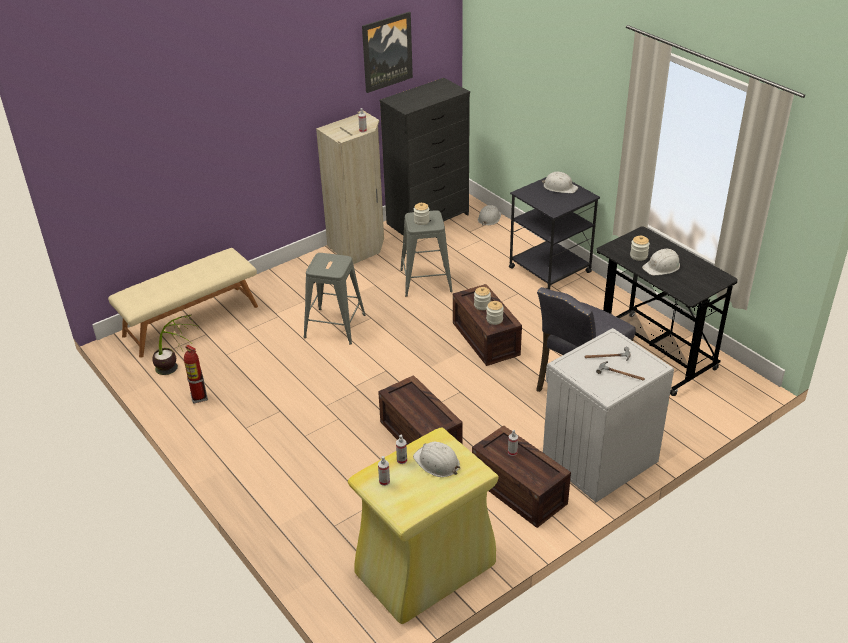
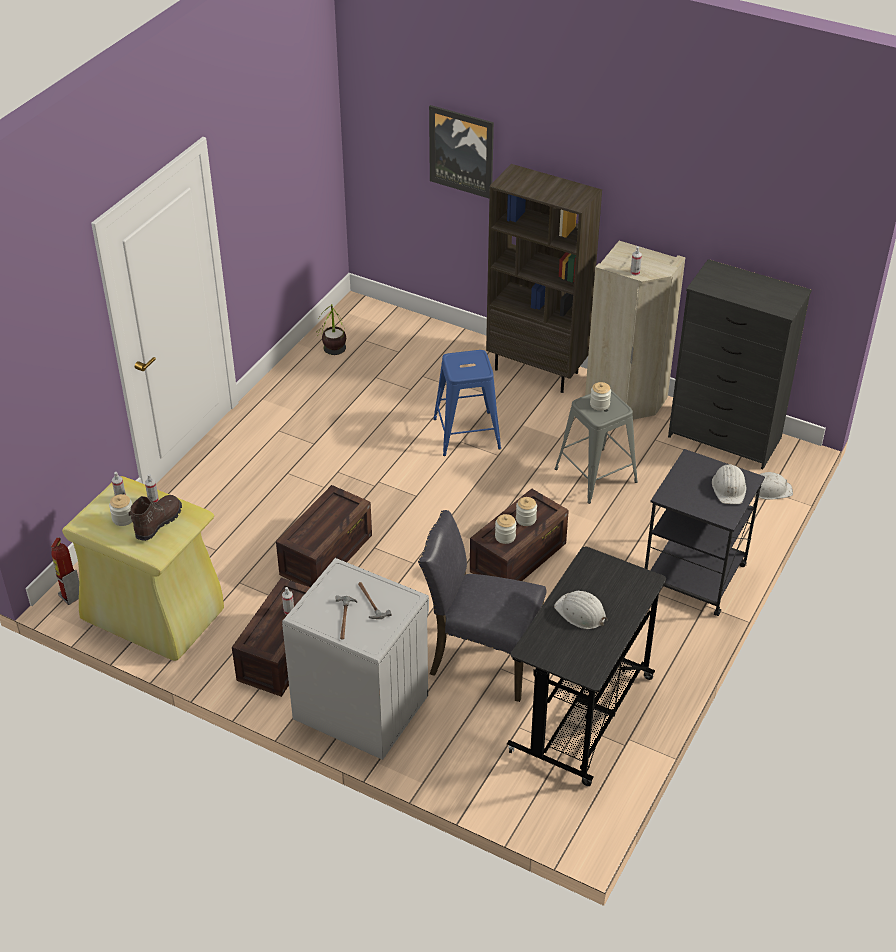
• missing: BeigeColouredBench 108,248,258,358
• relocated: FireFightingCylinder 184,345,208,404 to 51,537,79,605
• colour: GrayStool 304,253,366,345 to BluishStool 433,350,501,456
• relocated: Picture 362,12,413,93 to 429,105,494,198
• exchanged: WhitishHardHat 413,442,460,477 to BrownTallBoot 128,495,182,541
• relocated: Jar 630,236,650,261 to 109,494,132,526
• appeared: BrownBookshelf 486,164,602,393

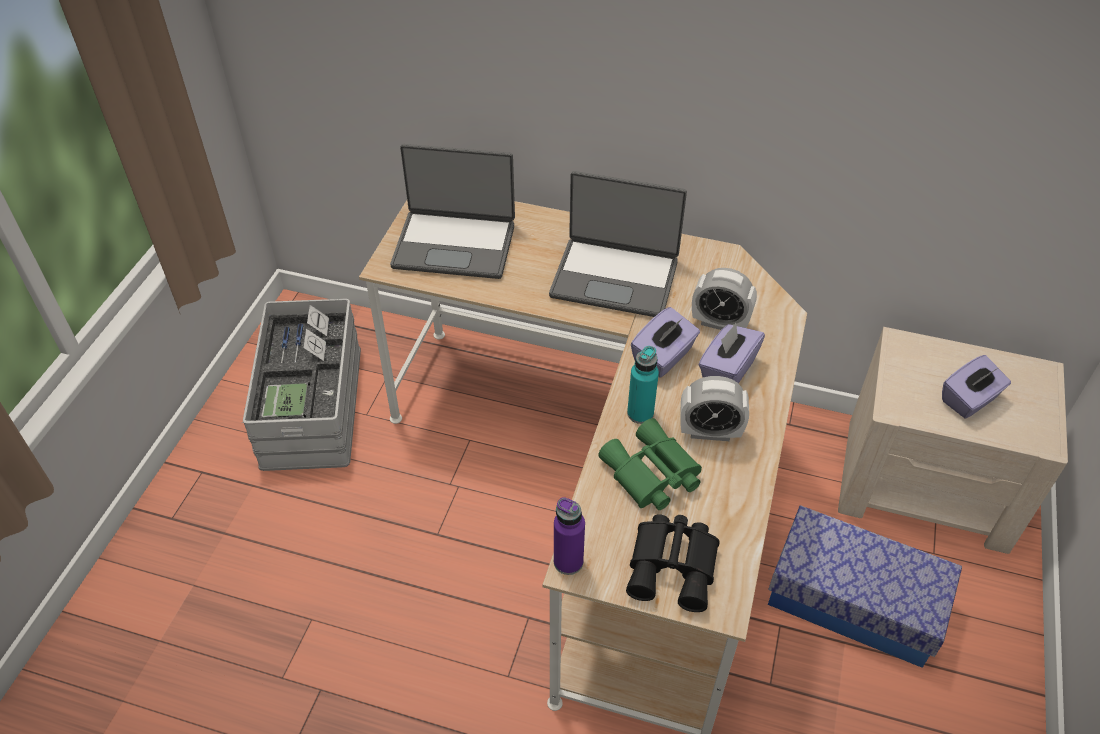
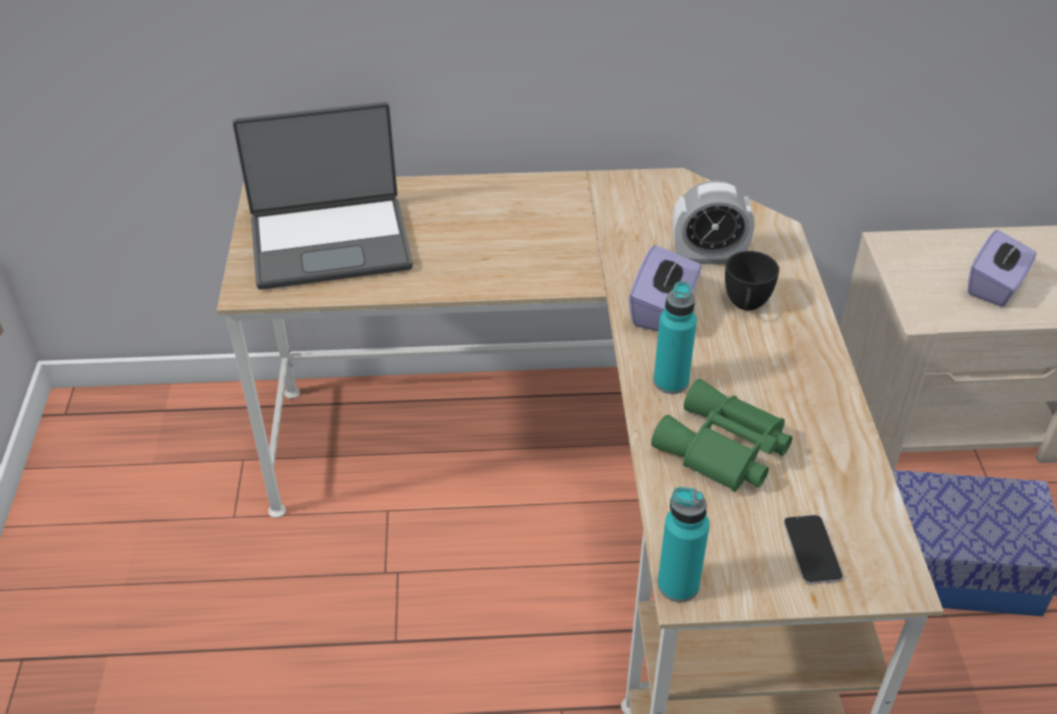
• missing: GrayStorageBox 242,299,361,471
• missing: NotebookComputer 549,171,687,317
• colour: PurplishBottle 554,497,585,575 to TurquoiseBottle 658,487,710,602
• exchanged: BlackBinoculars 626,514,720,612 to Telephone 783,515,843,584
• missing: AlarmClock 680,376,749,441
• exchanged: PurplishTissueBox 699,323,765,383 to BlackSmallCup 725,251,779,310

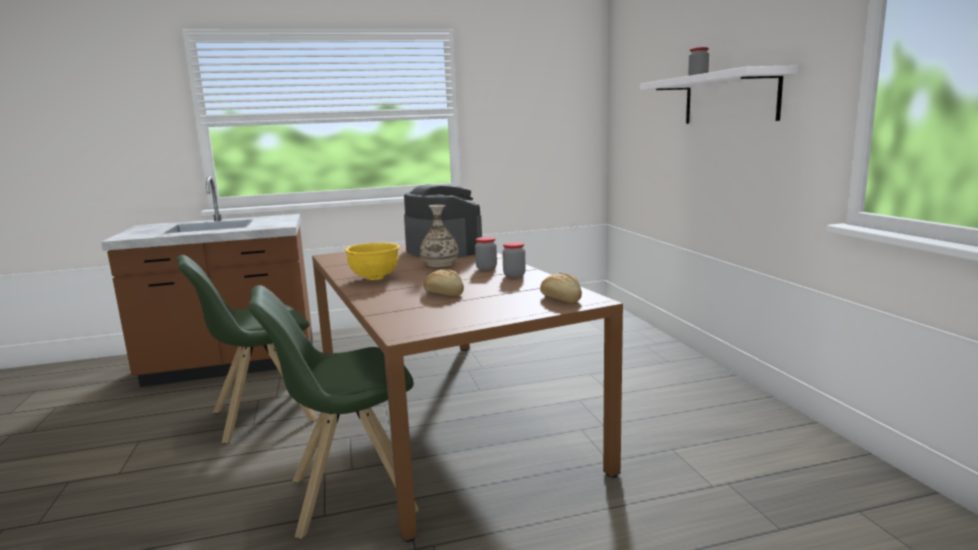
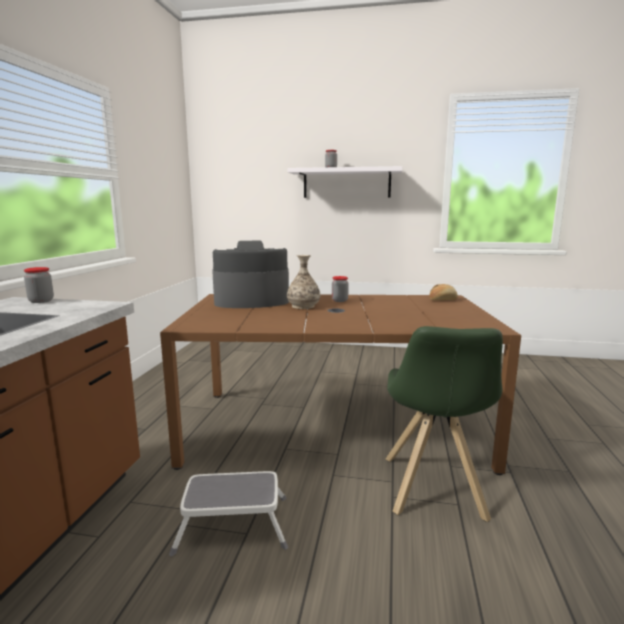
• exchanged: GreenColouredChair 177,255,318,444 to GrayStepLadder 169,471,288,557
• missing: YellowColouredDeepDish 345,243,400,280
• missing: BakeryBread 423,269,464,296
• relocated: Jar 502,242,526,278 to 24,267,54,303

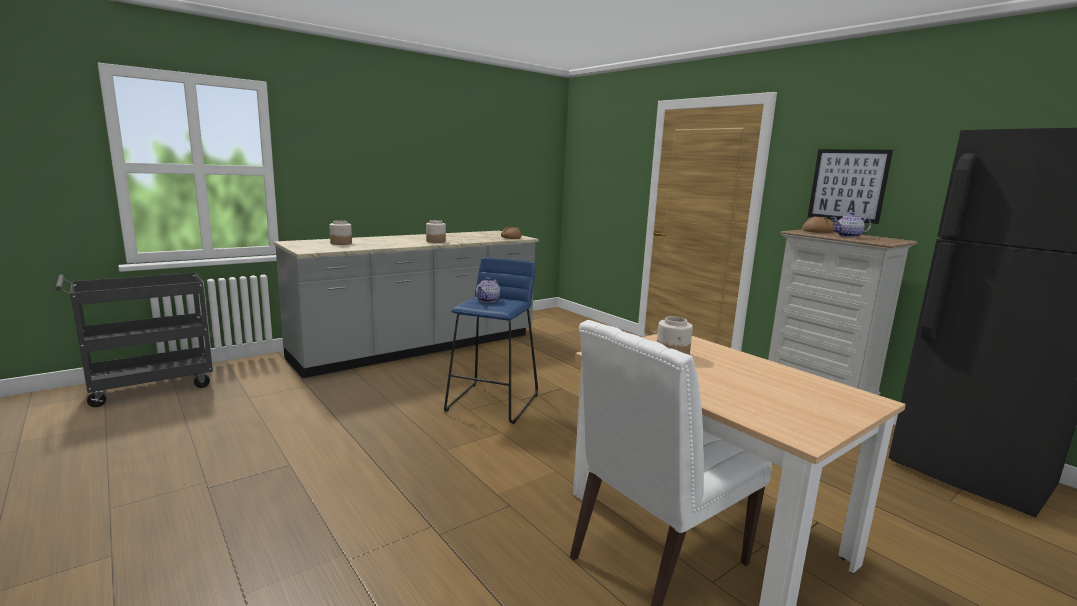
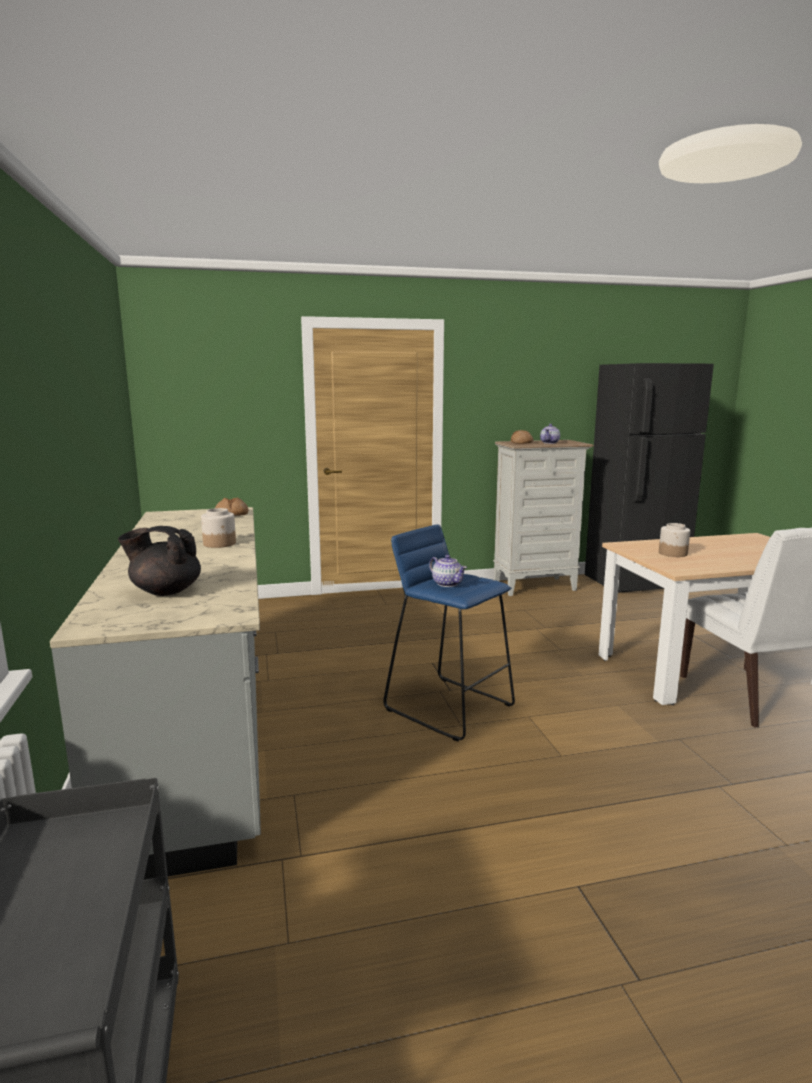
• exchanged: Jar 329,220,352,245 to BlackTeapot 118,526,201,596
• missing: Picture 808,149,893,224

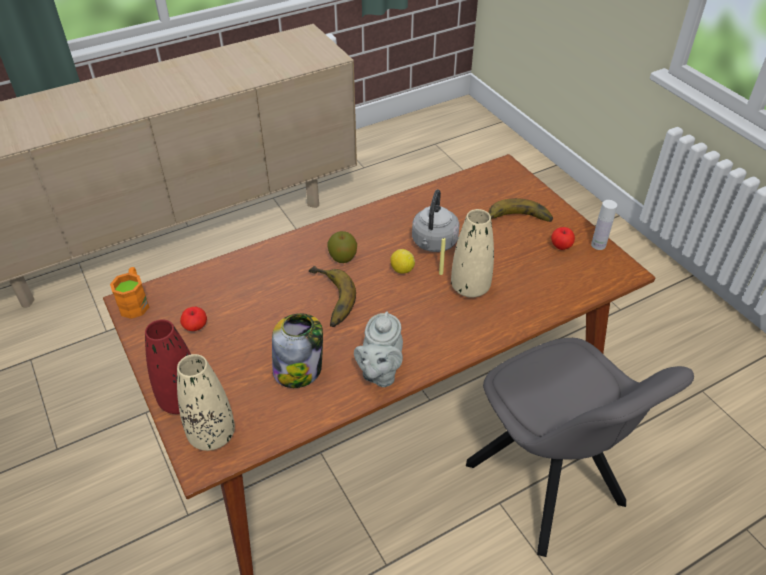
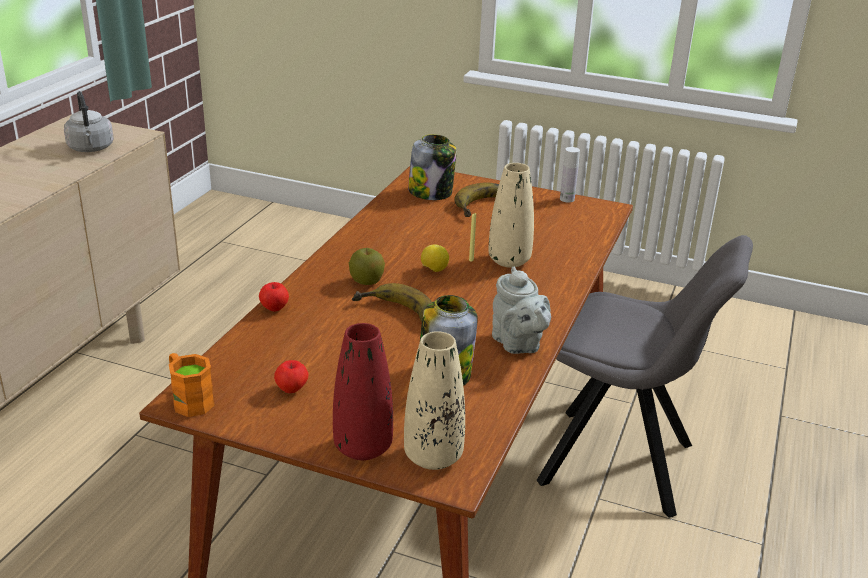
• relocated: GrayWaterKettle 412,189,459,252 to 64,91,113,152
• relocated: Apple 551,227,575,250 to 259,282,289,311
• appeared: Jar 408,134,457,200

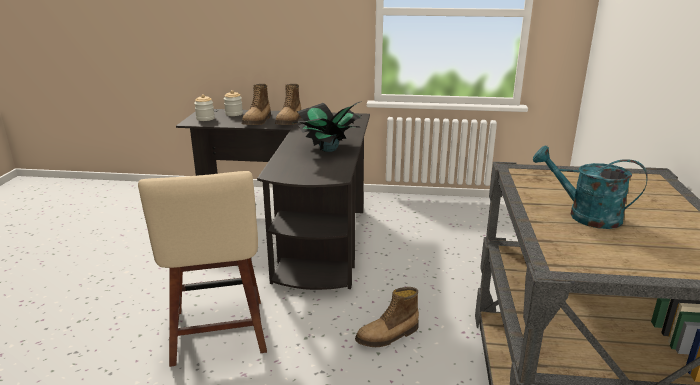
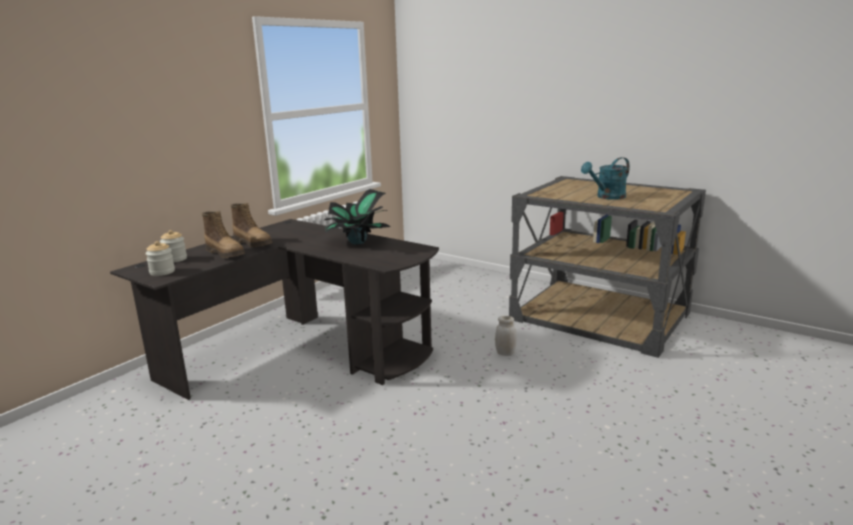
• missing: BeigeColouredStool 138,171,267,367
• exchanged: TallBoot 355,287,419,347 to WhitishJar 495,316,517,356

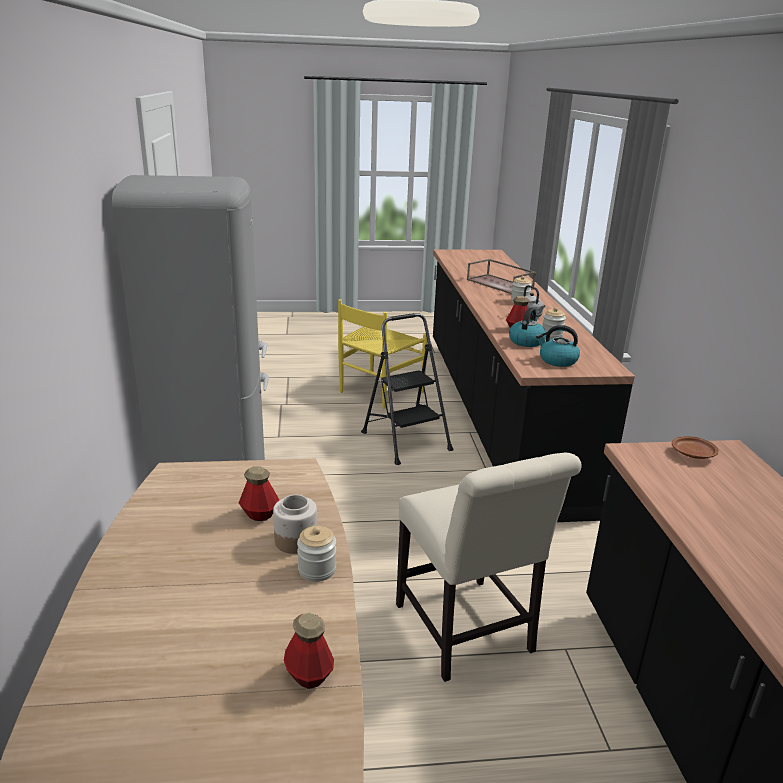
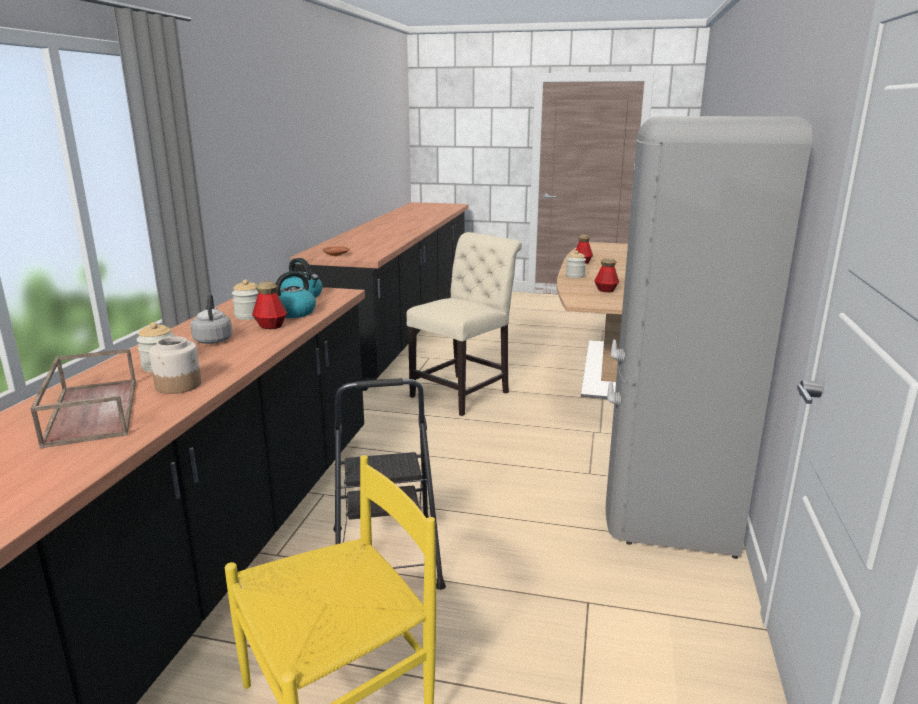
• relocated: Jar 273,495,317,554 to 149,337,201,394
• spun: BeigeColouredChair 396,453,582,682 = 407,232,522,416 45 degrees clockwise

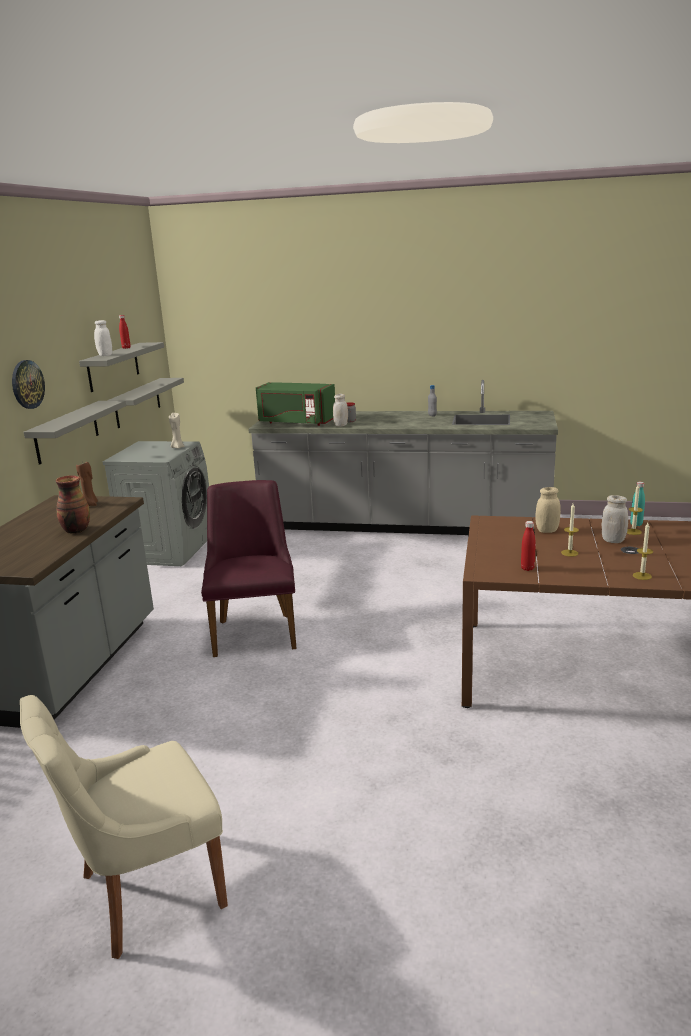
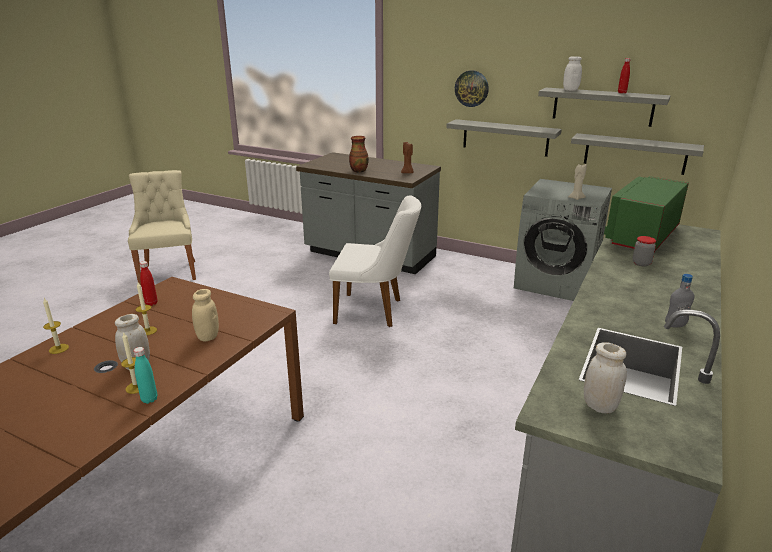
• colour: PurplishChair 201,480,297,657 to WhitishChair 329,195,421,327
• relocated: WhitishJar 333,394,348,427 to 584,342,627,414

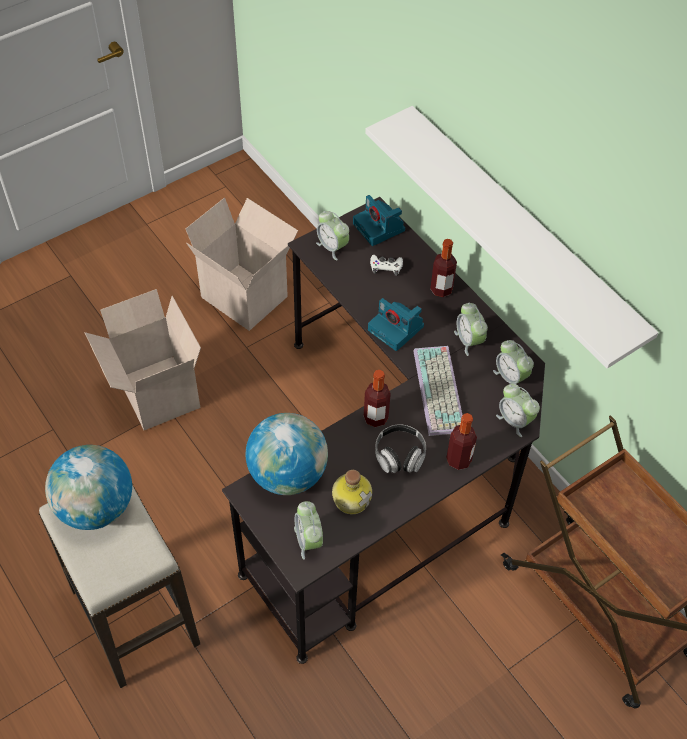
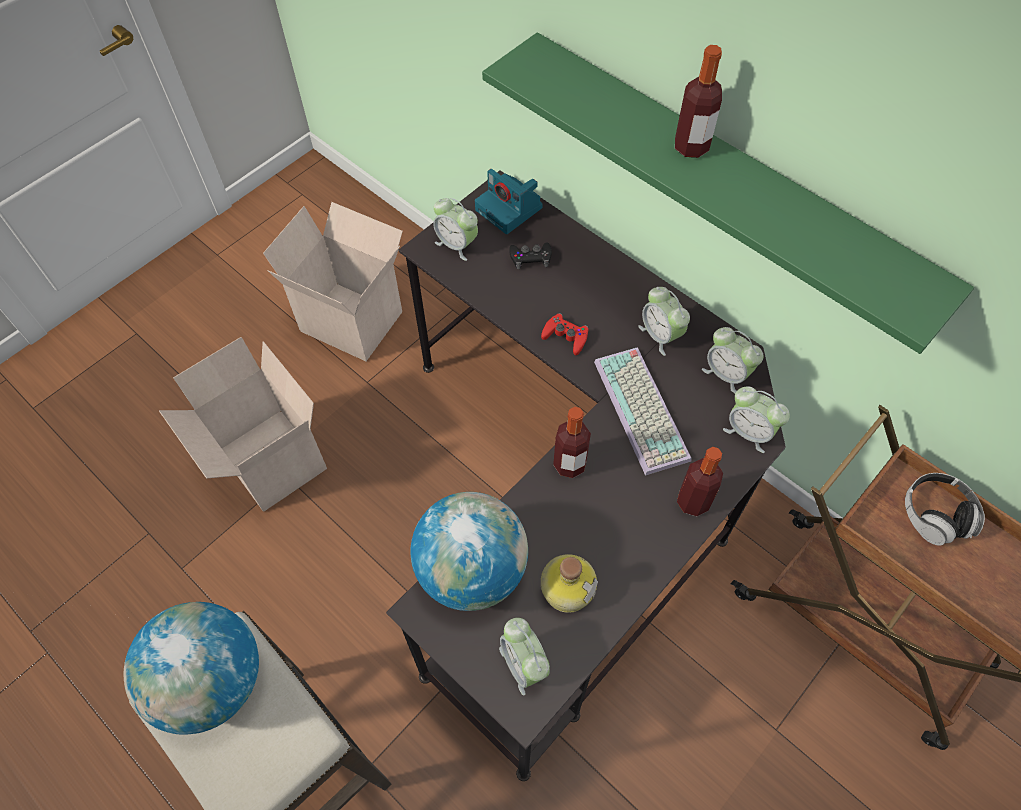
• colour: WhitishShelf 365,106,658,369 to GreenColouredShelf 482,32,974,354
• exchanged: PhotoCamera 368,298,424,351 to ReddishJoypad 541,313,588,355
• colour: WhitishJoypad 370,255,403,276 to BlackJoypad 509,242,552,269
• relocated: Headphones 375,424,426,473 to 905,473,985,546
• relocated: Bottle 430,239,457,297 to 675,45,722,158

